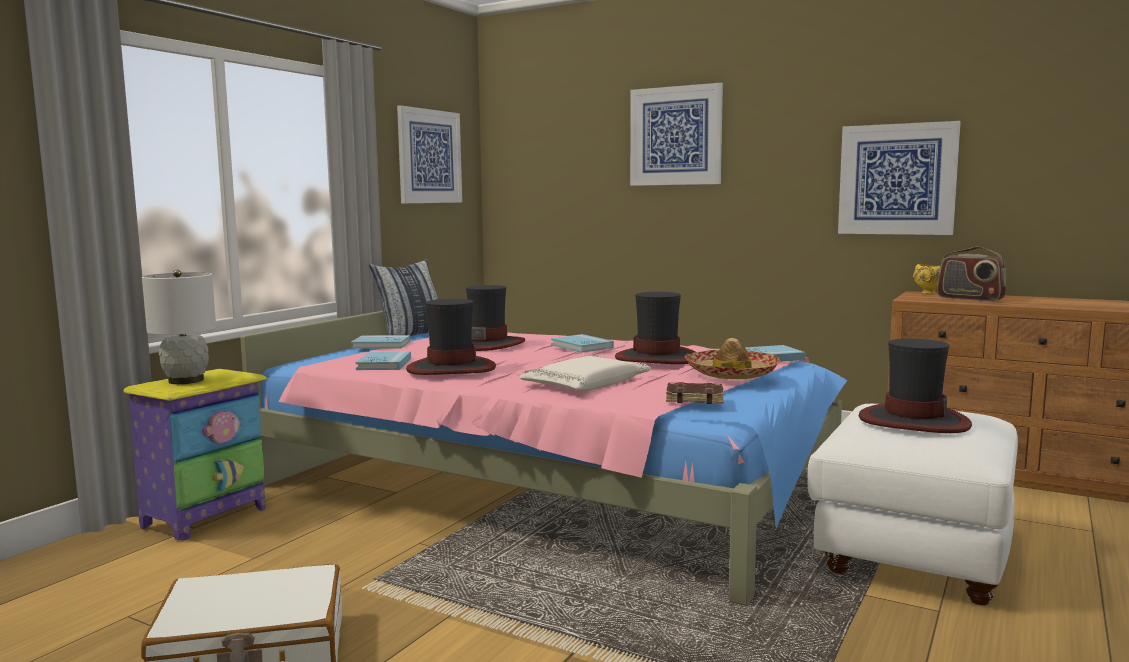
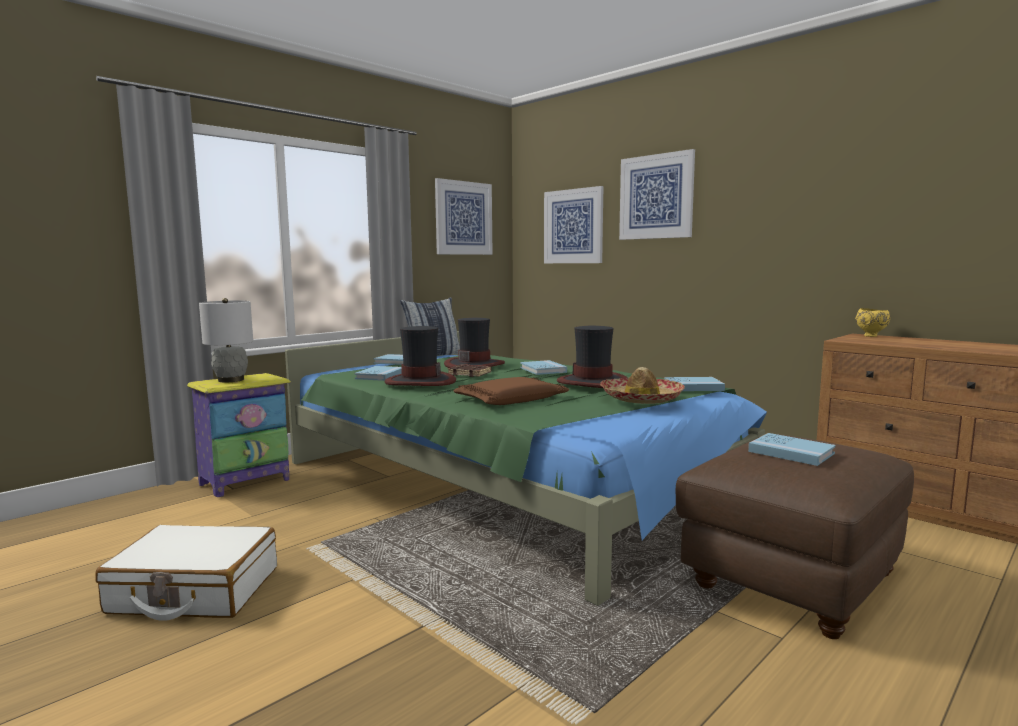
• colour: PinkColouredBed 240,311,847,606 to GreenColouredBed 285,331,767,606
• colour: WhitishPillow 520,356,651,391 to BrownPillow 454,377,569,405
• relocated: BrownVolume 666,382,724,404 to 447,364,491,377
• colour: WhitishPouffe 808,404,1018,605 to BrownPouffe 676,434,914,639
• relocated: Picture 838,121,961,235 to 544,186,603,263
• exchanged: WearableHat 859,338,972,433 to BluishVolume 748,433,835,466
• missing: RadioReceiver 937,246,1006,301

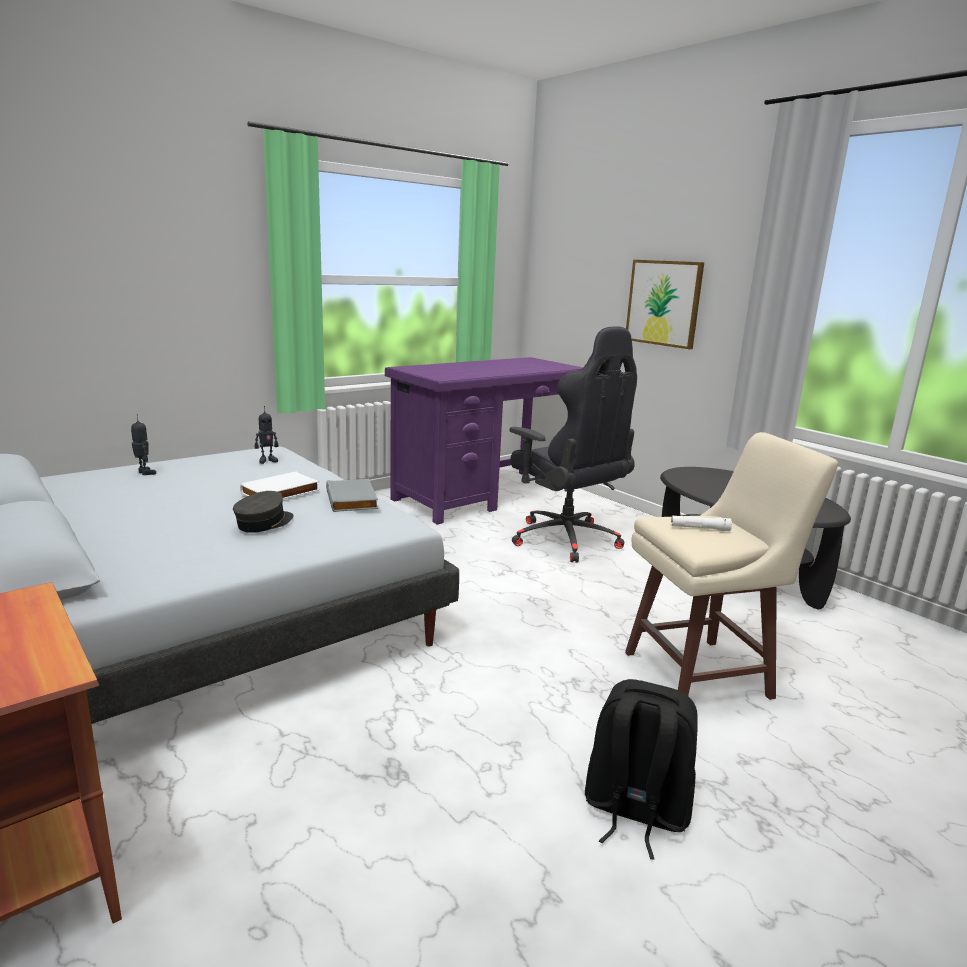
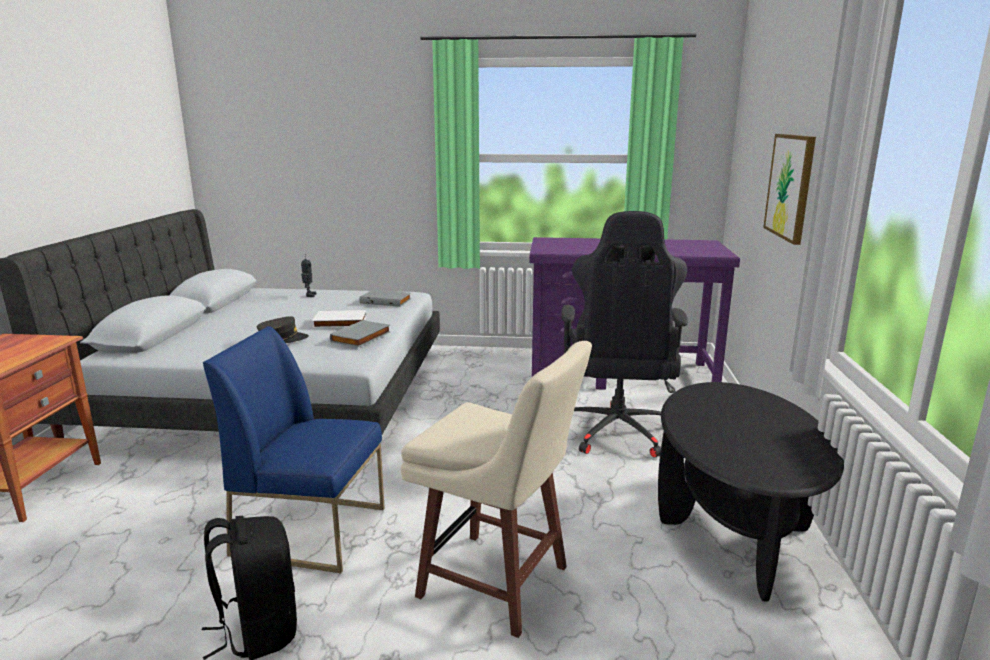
• exchanged: RobotFigure 255,406,278,464 to GrayVolume 360,290,412,307
• missing: WhitishFlashlight 671,516,732,531
• appeared: BluishChair 203,326,385,573

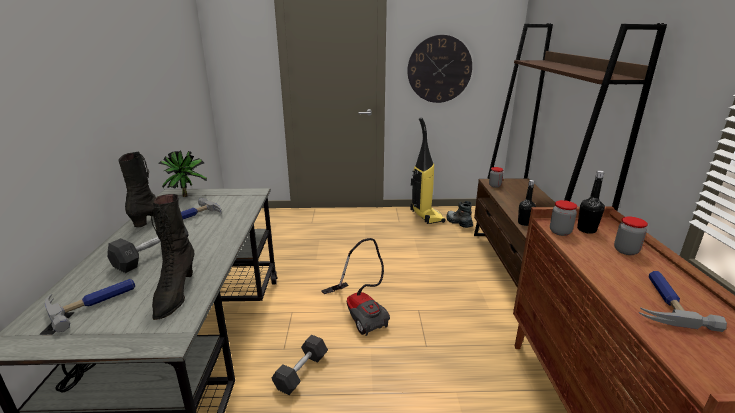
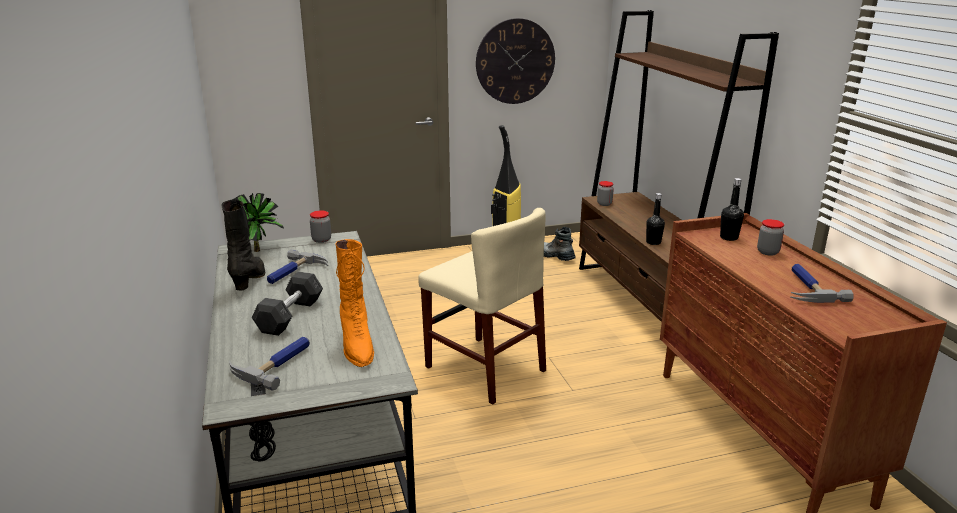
• colour: BlackTallBoot 151,194,195,320 to OrangeTallBoot 335,239,374,367
• missing: GrayDumbbell 272,335,328,395
• exchanged: Vacuum 321,238,390,336 to BeigeColouredChair 418,208,546,405
• relocated: Jar 550,200,577,236 to 310,210,331,243

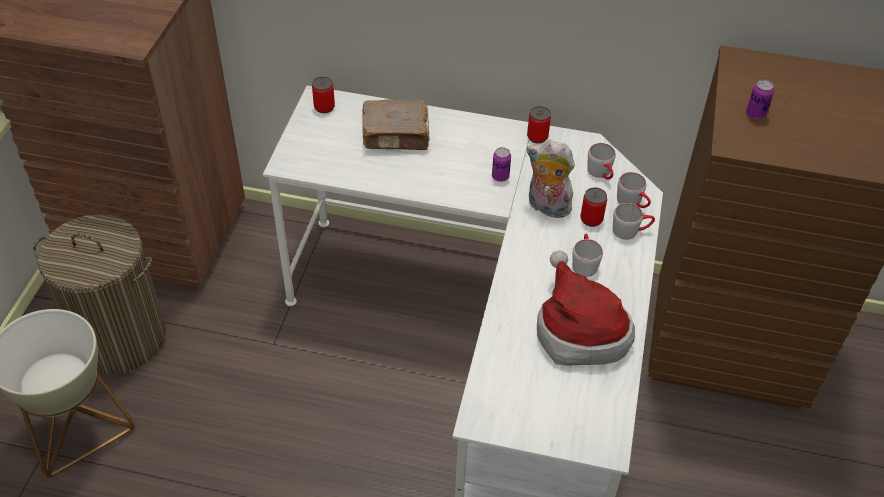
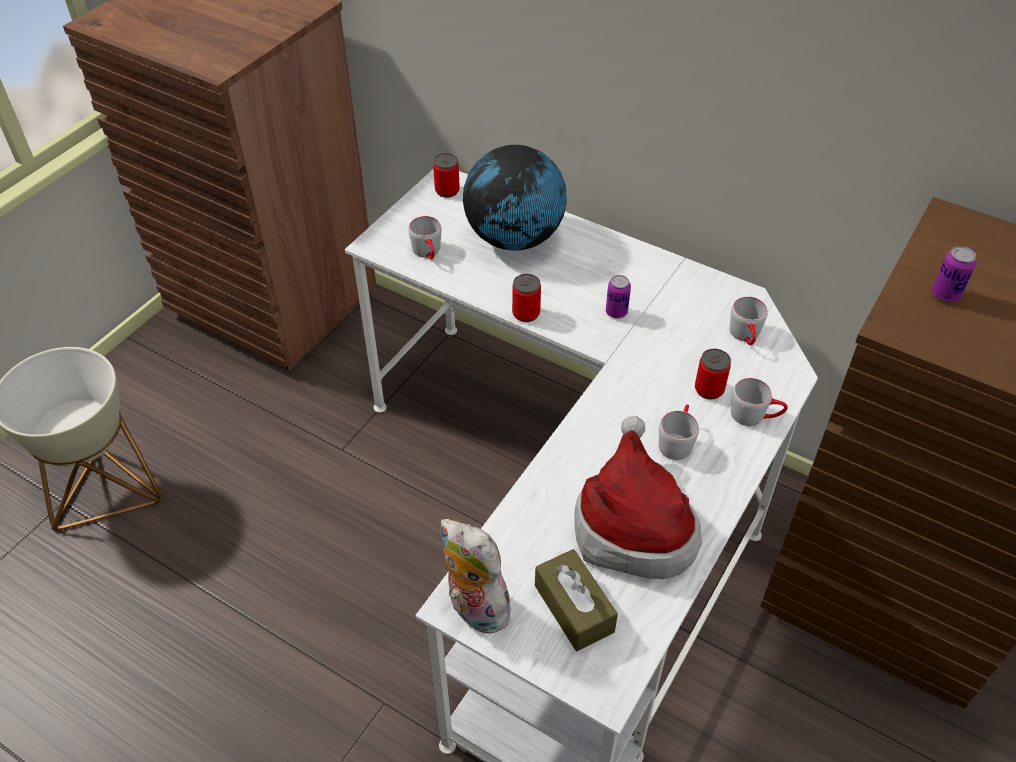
• missing: WashingBasket 33,214,166,374
• exchanged: BrownVolume 362,99,430,150 to WorldGlobe 463,145,567,250
• relocated: CuddlyToy 526,140,577,218 to 440,519,518,634
• relocated: SealedCan 527,106,551,144 to 512,274,541,322
• relocated: GrayMug 617,172,651,208 to 408,216,441,259
• appeared: BrownTissueBox 535,549,618,651

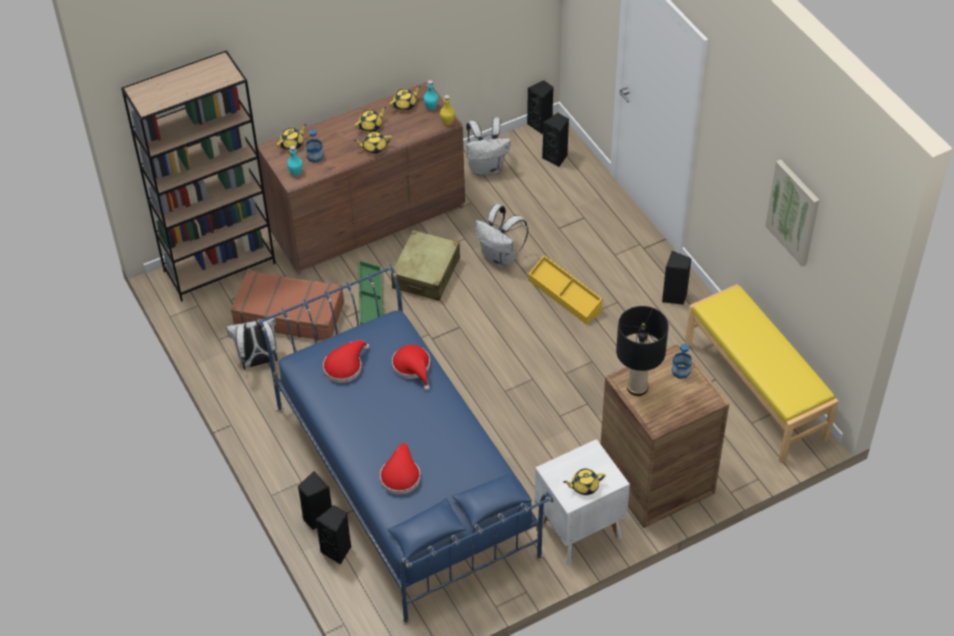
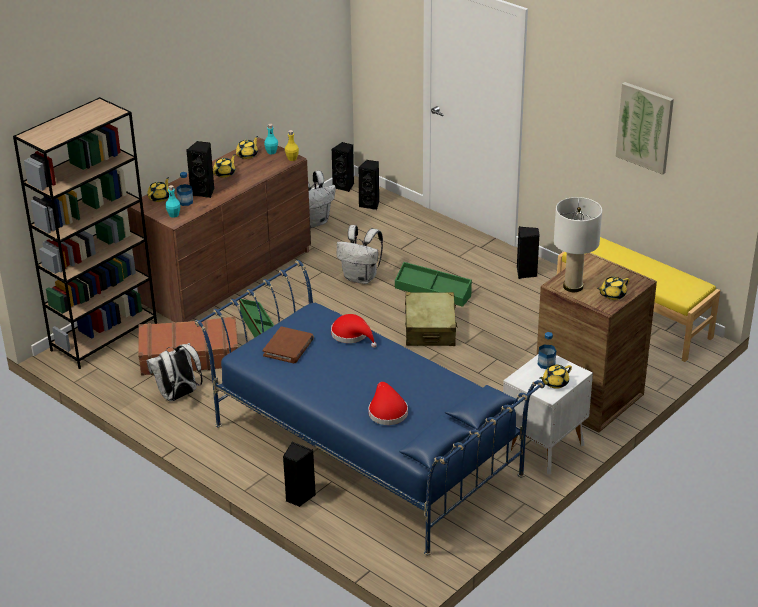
• relocated: BlackLoudspeaker 315,505,352,565 to 186,141,214,198
• exchanged: ReddishWearableHat 323,340,370,383 to BrownVolume 263,326,314,363
• relocated: YellowColouredTeapot 354,131,392,154 to 597,277,630,300
• relocated: BeigeColouredTravelCase 391,230,460,301 to 405,292,458,346
• colour: YellowColouredStorageBox 528,255,603,324 to GreenColouredStorageBox 395,262,472,307
• colour: BlackTableLamp 616,306,669,396 to WhitishTableLamp 554,197,602,292
• relocated: Bottle 672,344,692,379 to 537,332,556,369

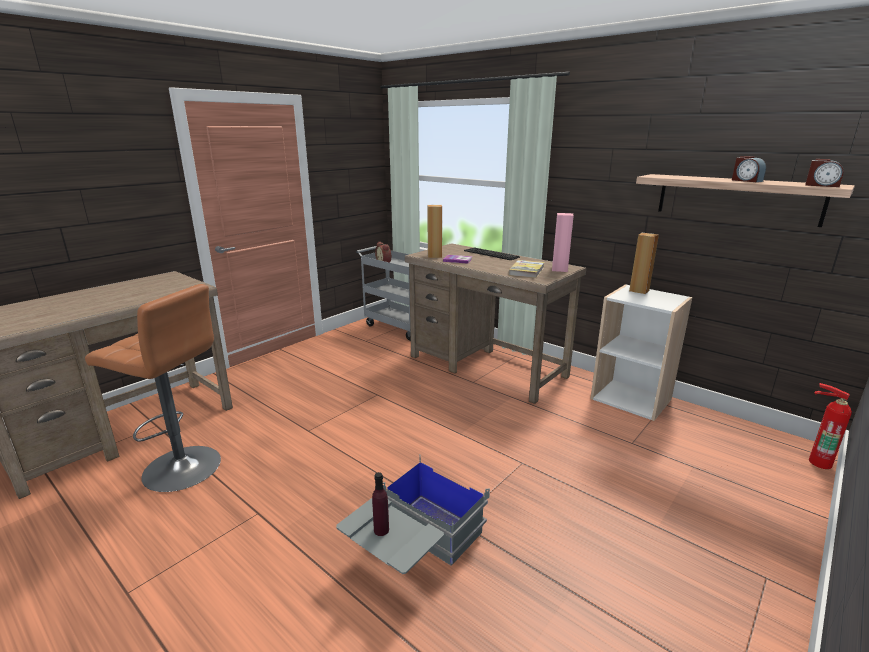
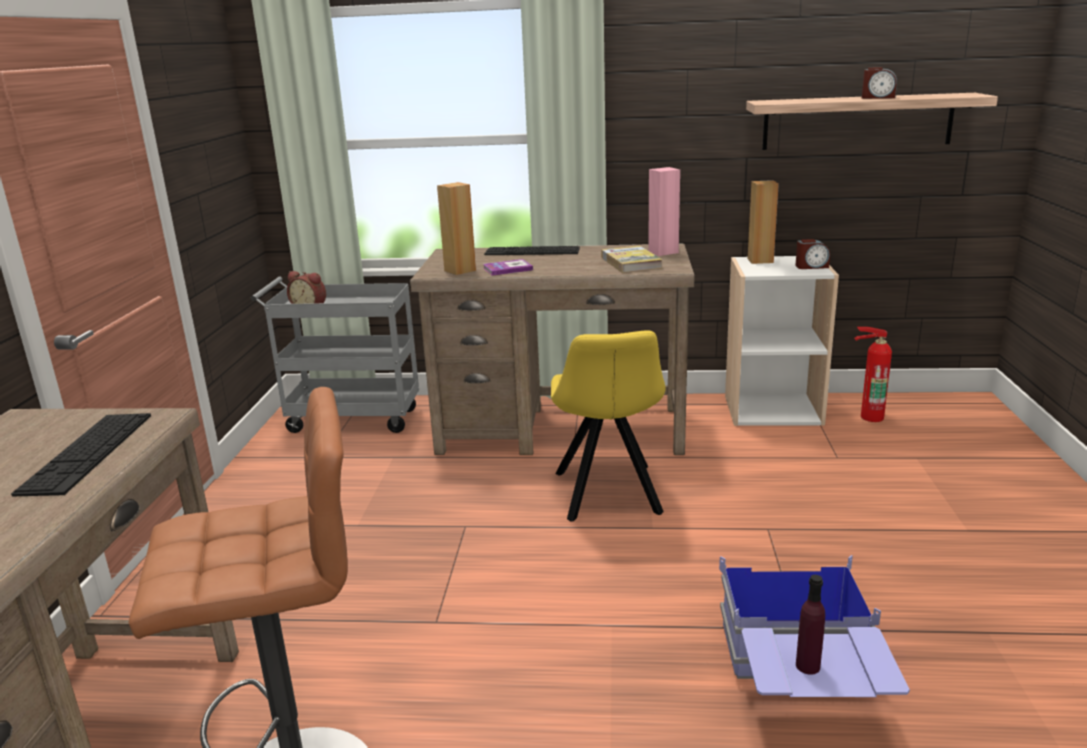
• colour: GrayStorageBox 336,454,490,574 to BluishStorageBox 719,555,910,697
• relocated: AlarmClock 805,159,844,187 to 795,239,830,269
• relocated: FireFightingCylinder 809,383,852,469 to 854,327,892,422
• appeared: PcKeyboard 11,413,151,496
• appeared: YellowColouredChair 551,330,666,522

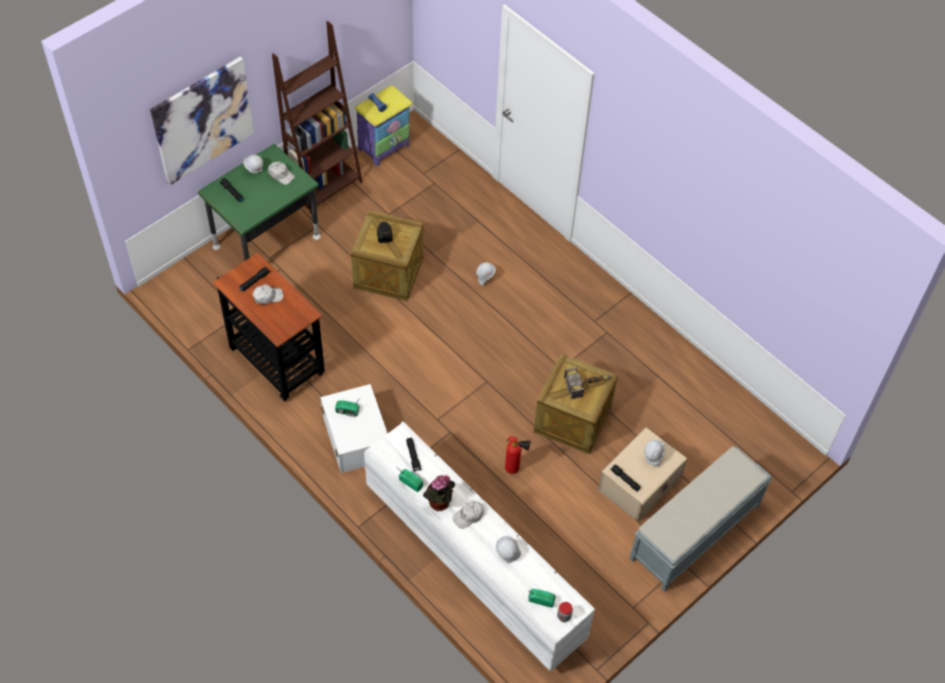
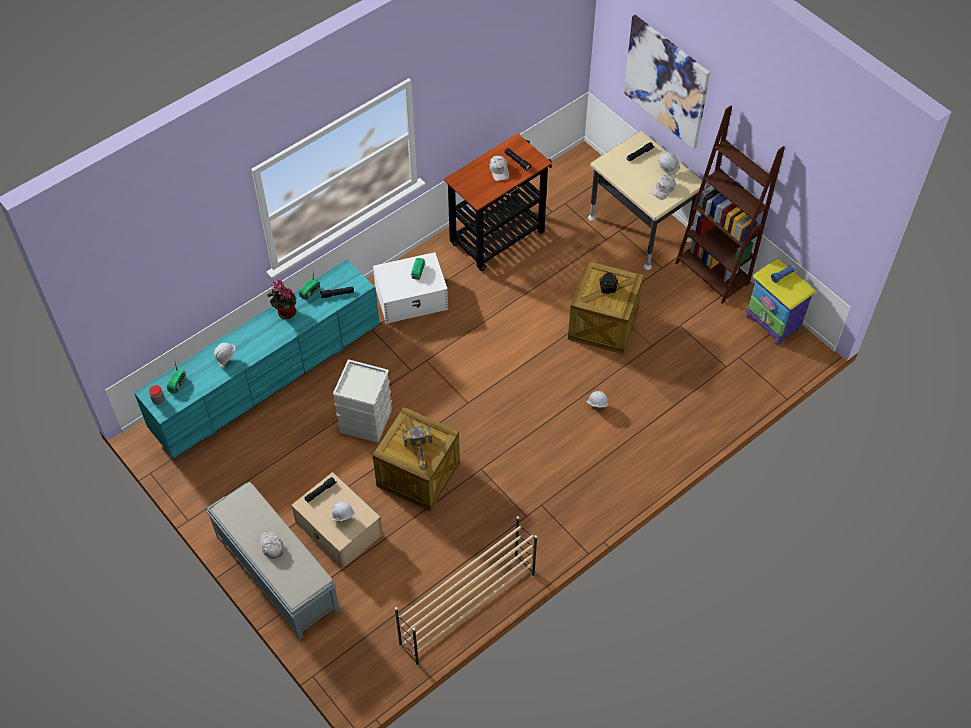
• colour: GreenColouredDesk 198,144,321,260 to BeigeColouredDesk 588,131,706,270
• colour: WhitishCabinet 364,422,595,672 to TurquoiseCabinet 134,259,379,459
• relocated: WhitishPeakedCap 453,501,484,529 to 259,531,284,559
• exchanged: FireFightingCylinder 505,436,531,474 to GrayStorageBox 333,359,392,443
• appeared: BeigeColouredShoeRack 395,516,537,667

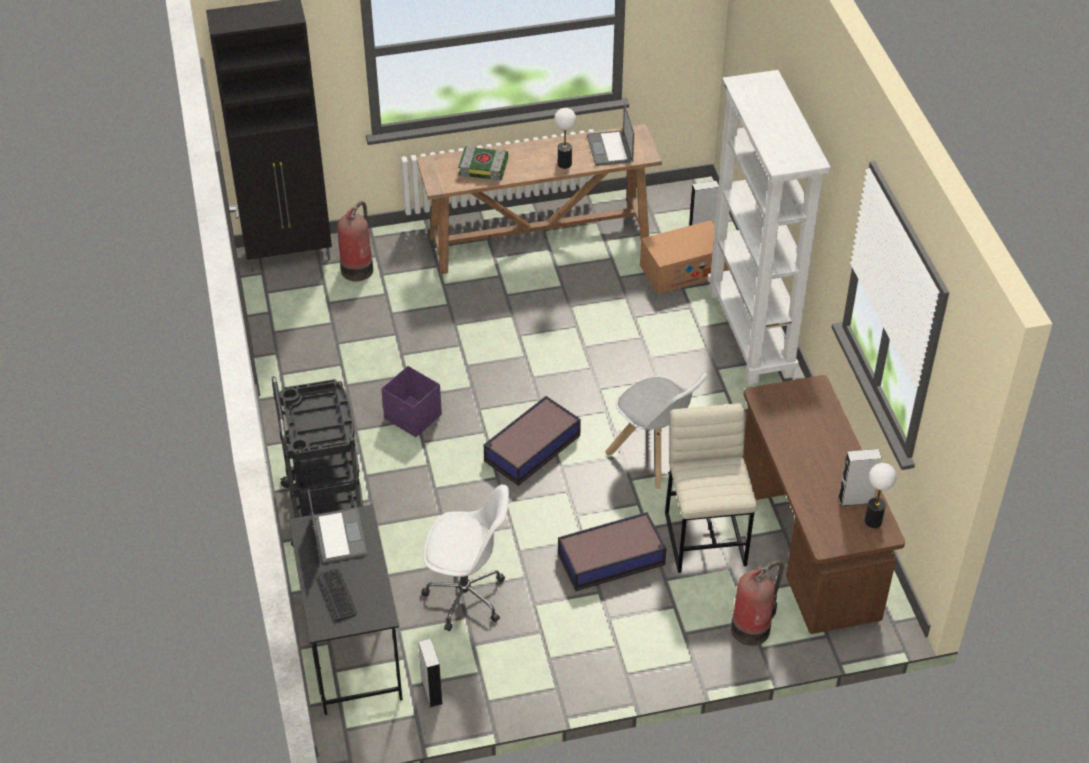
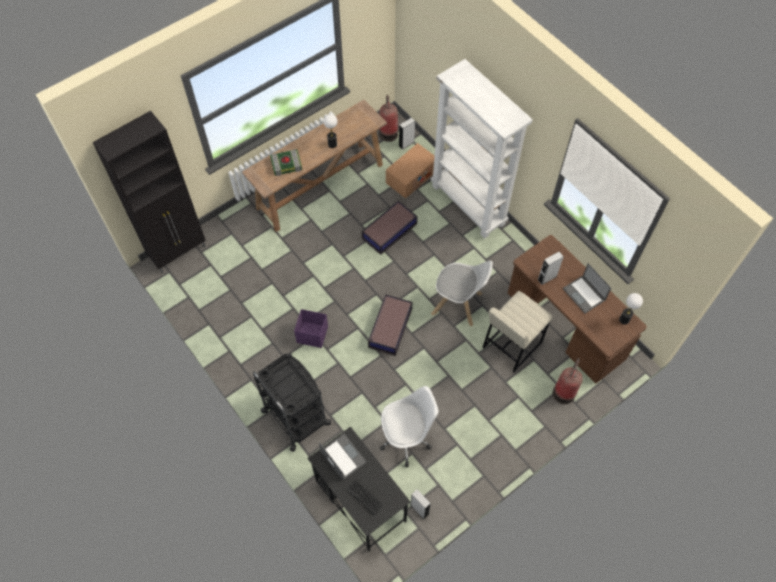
• relocated: FireFightingCylinder 337,201,373,281 to 379,95,398,142
• relocated: StorageBox 558,512,667,591 to 362,201,417,255
• relocated: NotebookComputer 587,103,634,166 to 563,263,611,313
• spun: BeigeColouredChair 665,403,757,573 = 483,291,553,372 105 degrees counterclockwise
• relocated: GrayLoudspeaker 838,449,882,506 to 538,251,564,285

